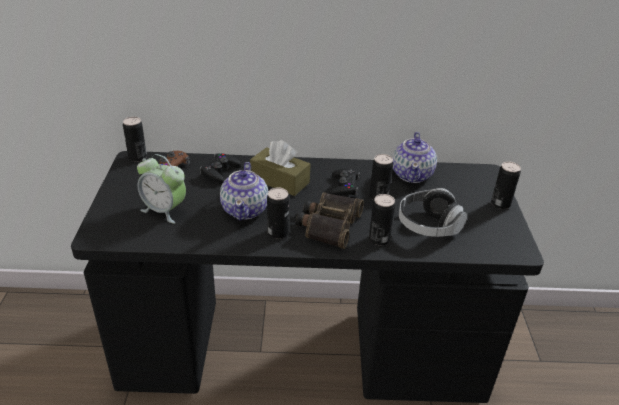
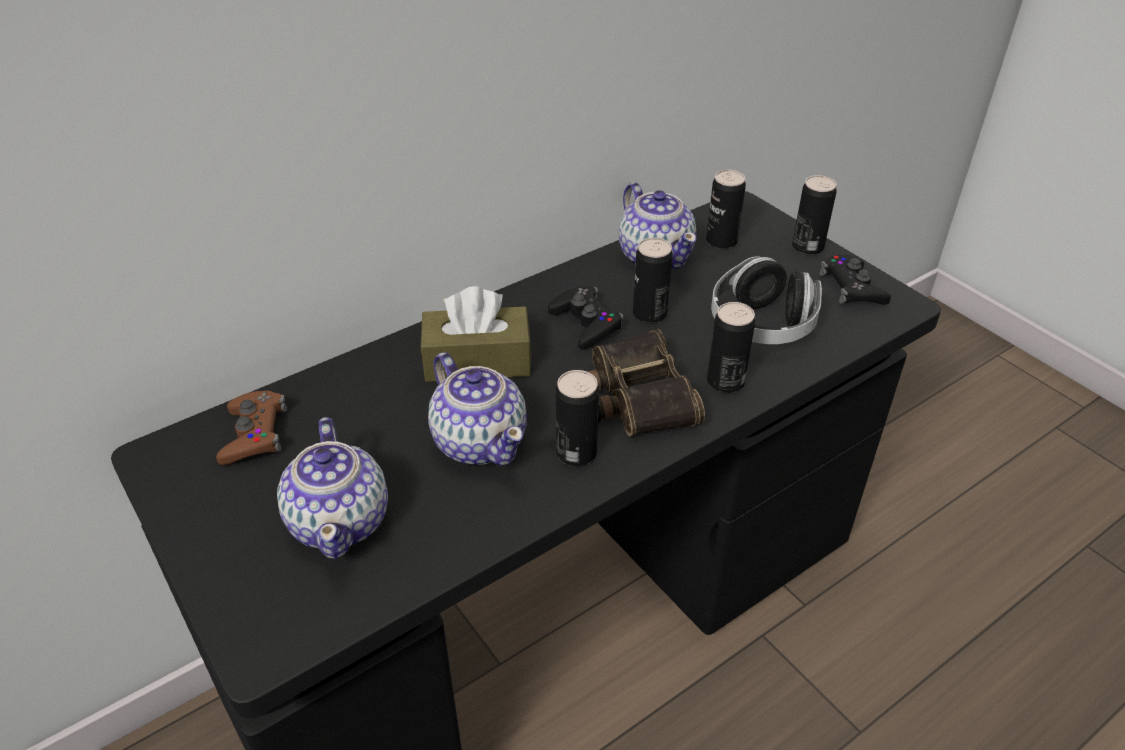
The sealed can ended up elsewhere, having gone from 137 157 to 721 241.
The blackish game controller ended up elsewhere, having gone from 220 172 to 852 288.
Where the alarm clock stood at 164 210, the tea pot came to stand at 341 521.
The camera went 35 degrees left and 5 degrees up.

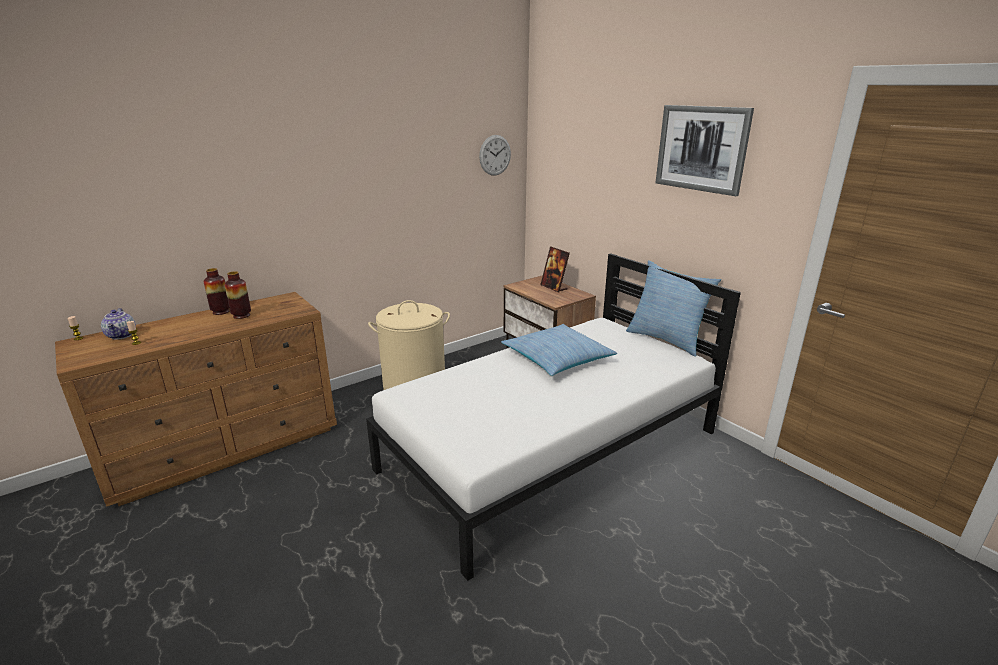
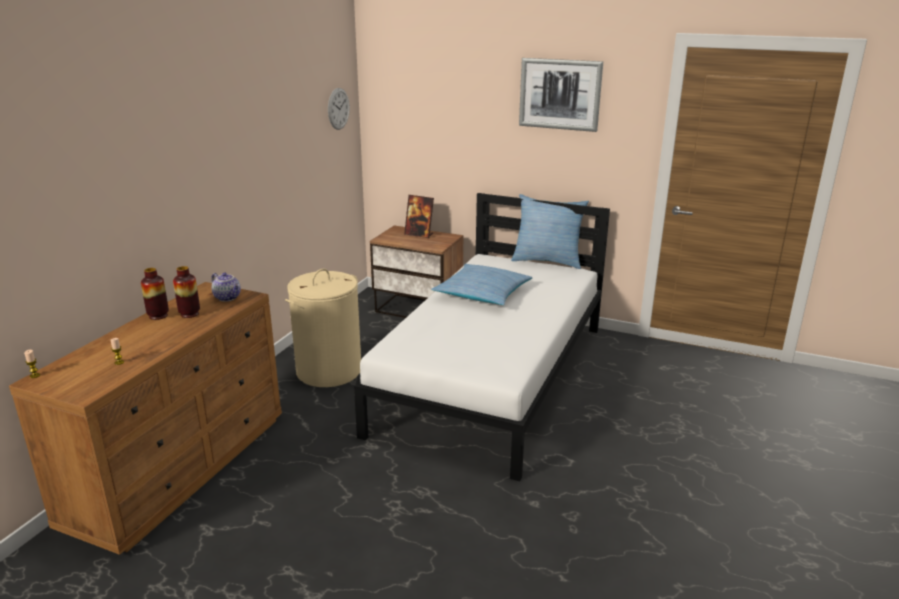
The tea pot ended up elsewhere, having gone from 122 335 to 228 297.
The camera went 30 degrees left and 0 degrees up.

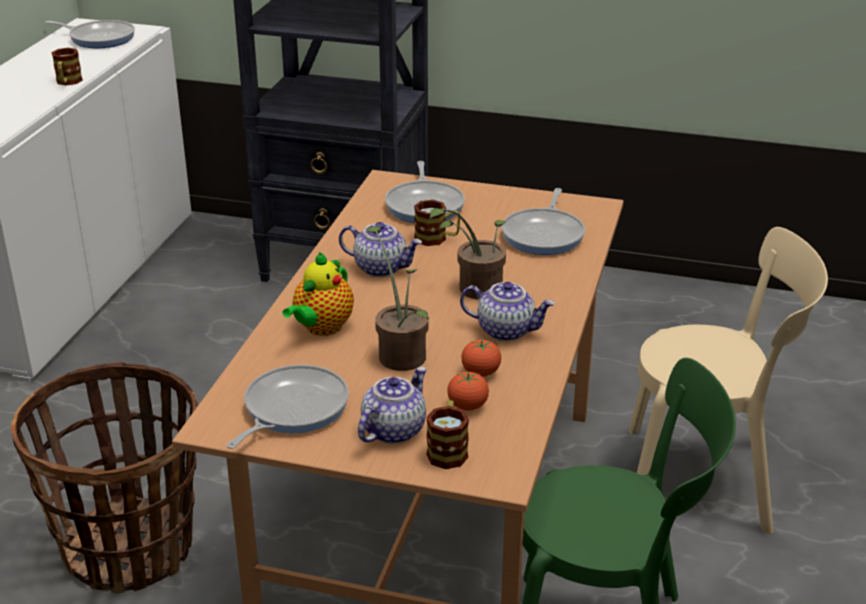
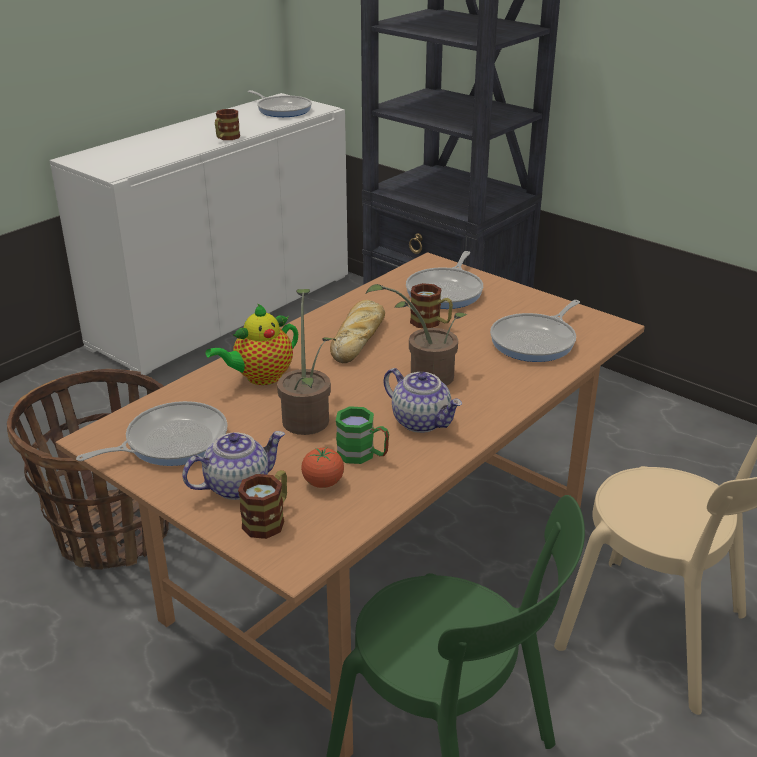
Where the tea pot stood at 381 268, the bread came to stand at 358 337.
Where the fresh tomato stood at 480 373, the green-coloured mug came to stand at 363 455.
The camera went 25 degrees right and 0 degrees up.

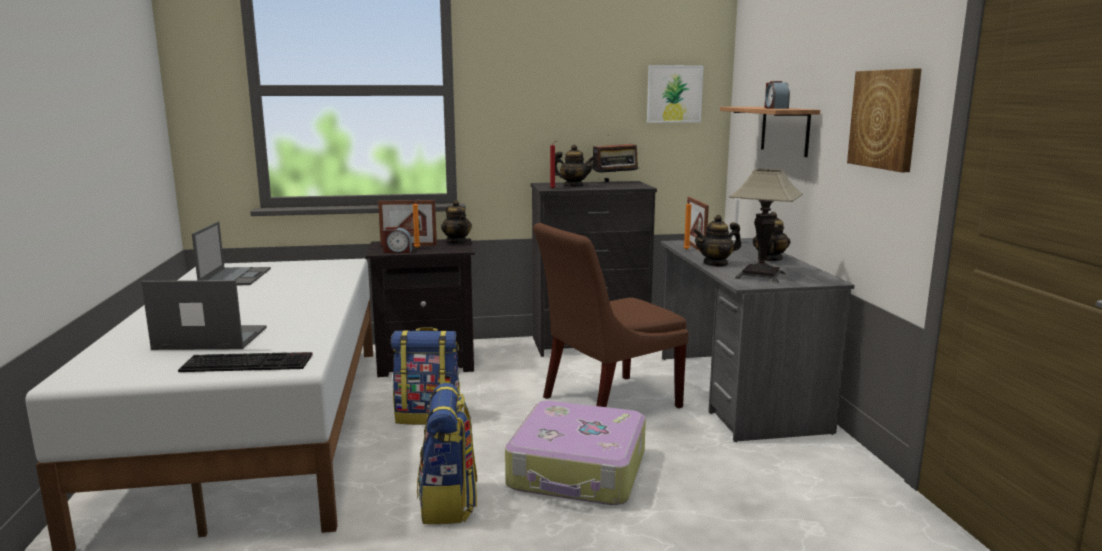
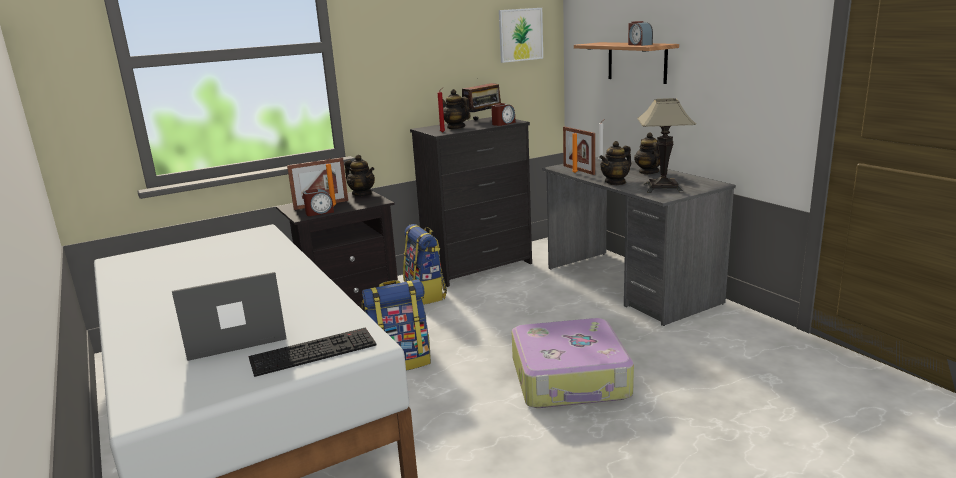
The second view lost the picture at 885 119.
The tea pot at 573 186 ended up facing another way, 135 degrees counterclockwise from before.
The second view lost the portable computer at 235 277.
The second view lost the brownish plain chair at 605 403.
The knapsack ended up elsewhere, having gone from 449 503 to 426 294.
The second view gained the alarm clock at 503 123.
The camera went 20 degrees left and 5 degrees up.

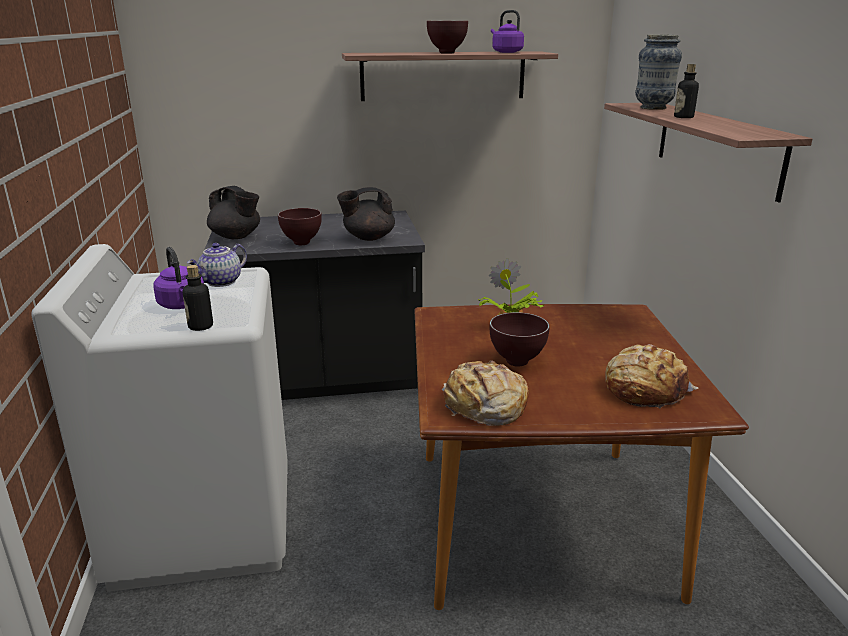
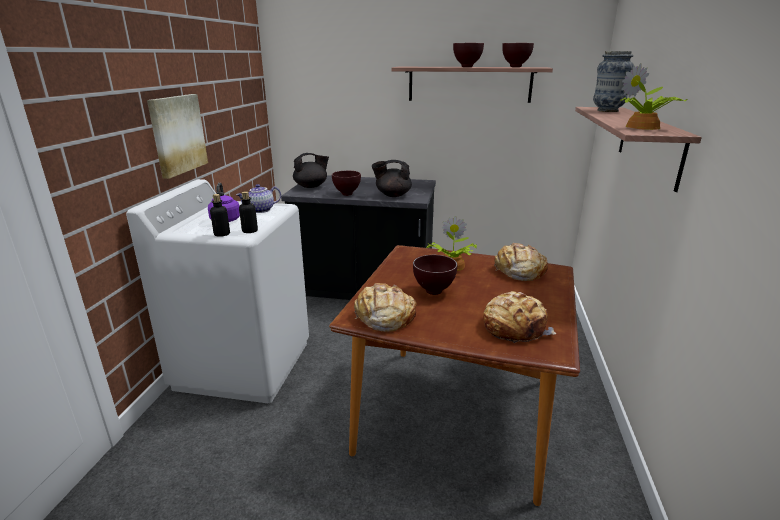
Where the purplish water kettle stood at 506 52, the brownish serving bowl came to stand at 515 67.
The beverage bottle ended up elsewhere, having gone from 683 117 to 250 231.
The blackish tea pot at 236 237 ended up facing another way, 75 degrees counterclockwise from before.
The second view gained the plant in a pot at 643 127.
The second view gained the picture at 177 134.
The second view gained the bread at 518 271.
The camera went 20 degrees right and 0 degrees up.

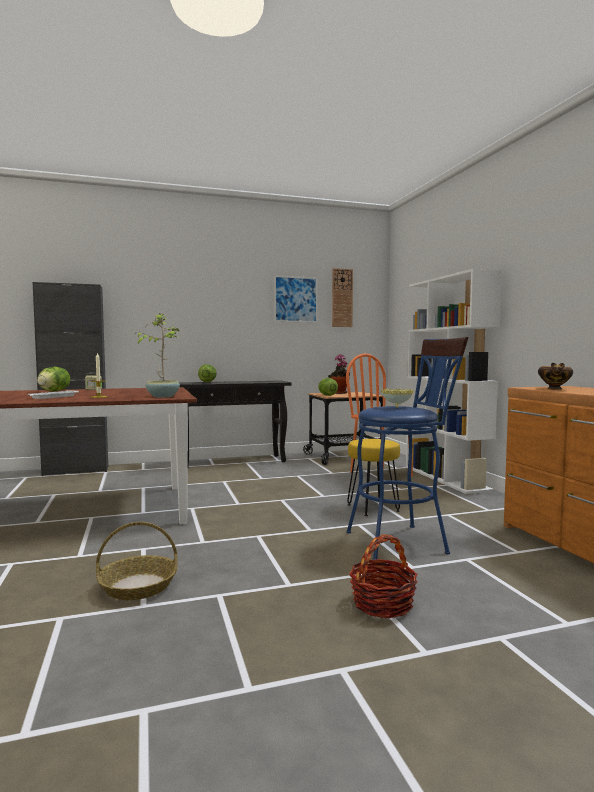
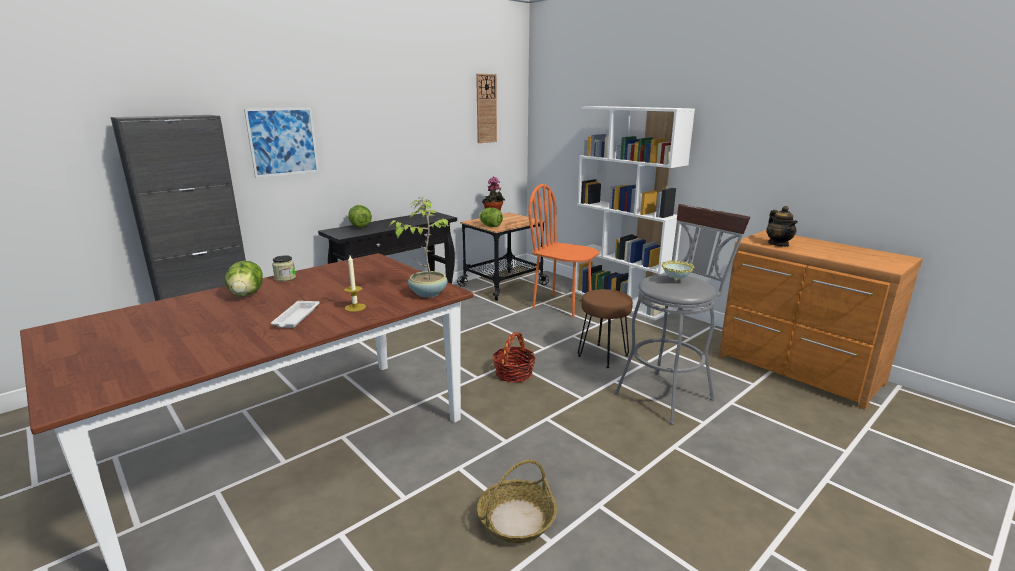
The picture ended up elsewhere, having gone from 295 299 to 283 141.
What was the blue stool at 403 541 turned into the greyish stool at 668 393.
Where the serving bowl stood at 555 389, the tea pot came to stand at 778 244.
What was the yellowish stool at 373 508 turned into the brownish stool at 603 355.
The storage basket ended up elsewhere, having gone from 382 604 to 514 374.
The camera went 25 degrees left and 15 degrees up.

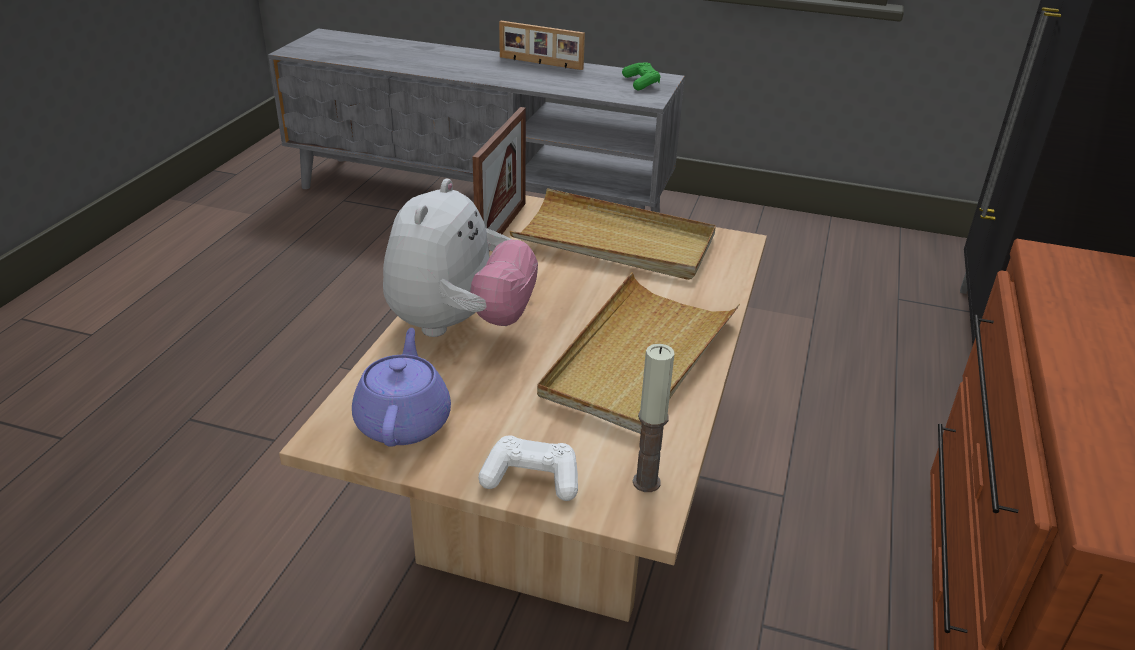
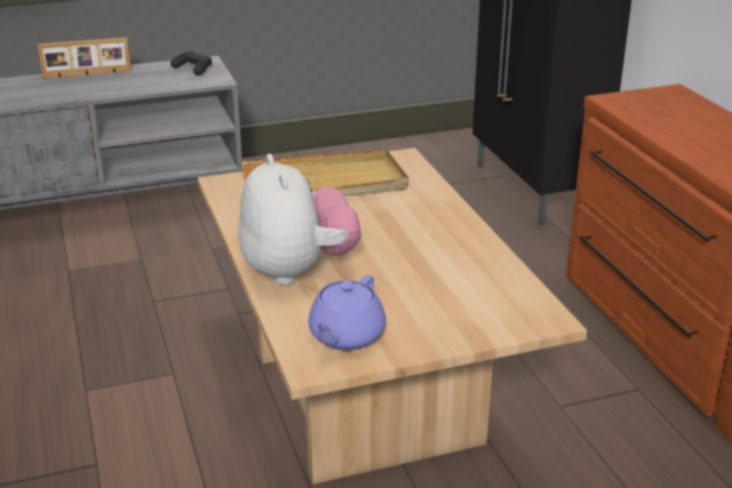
What was the green-coloured game controller at 641 83 turned into the blackish game controller at 193 69.
The second view lost the picture frame at 502 230.
The second view lost the sand-coloured tray at 639 357.
The purplish tea pot at 404 421 ended up facing another way, 120 degrees counterclockwise from before.
The second view lost the wax candle at 646 482.
The second view lost the white game controller at 531 478.
The camera went 35 degrees left and 5 degrees down.

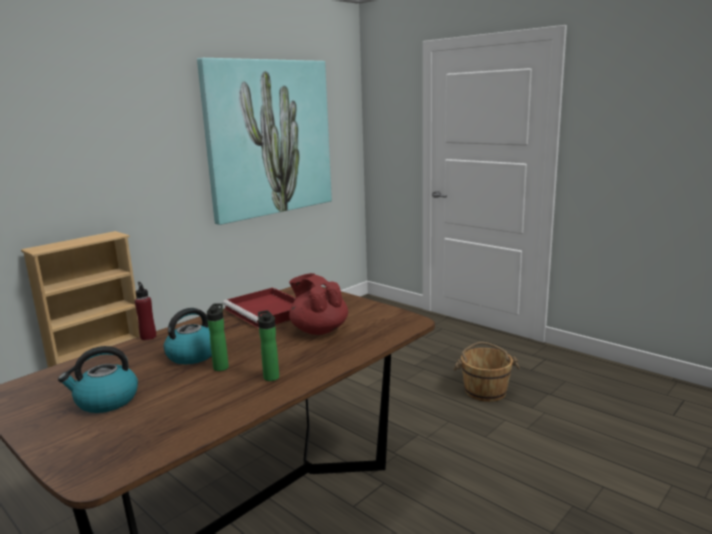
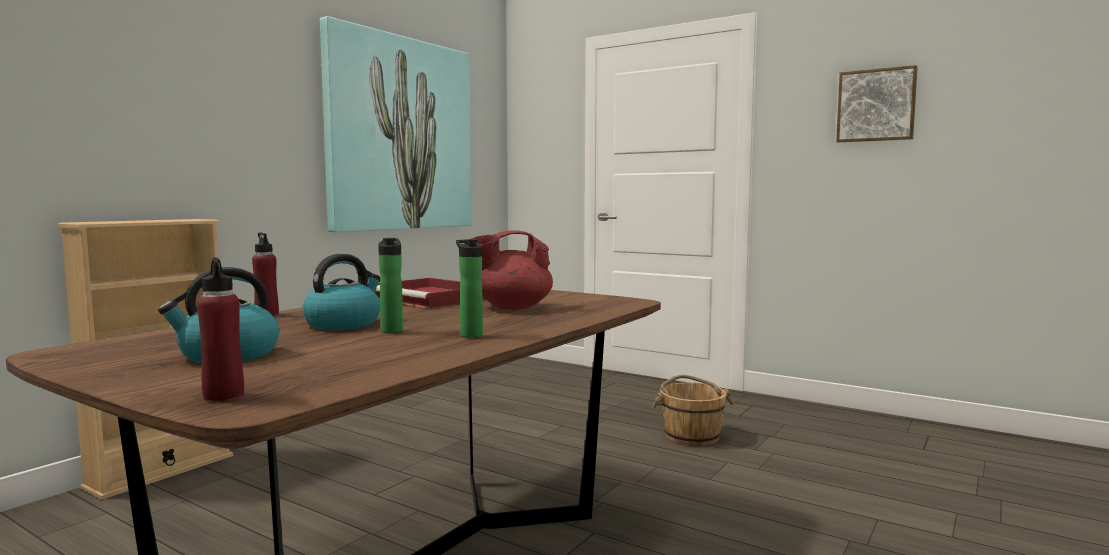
The reddish tea pot at 319 330 ended up facing another way, 60 degrees counterclockwise from before.
The second view gained the picture at 876 105.
The second view gained the reddish beverage bottle at 223 396.
The camera went 10 degrees left and 10 degrees down.

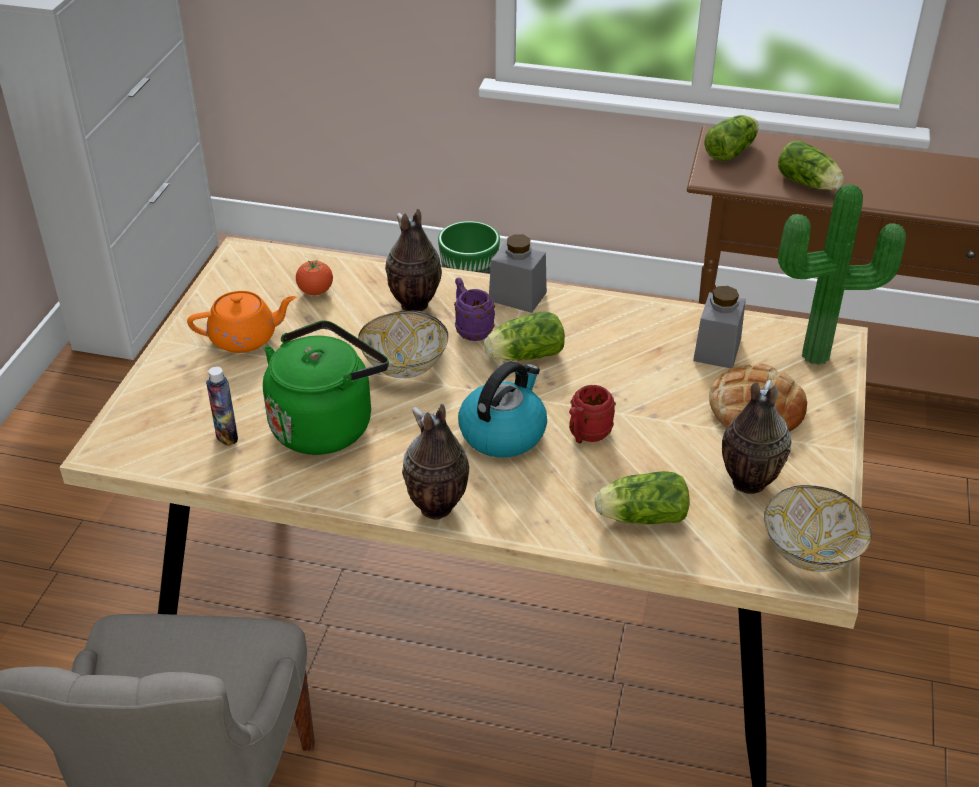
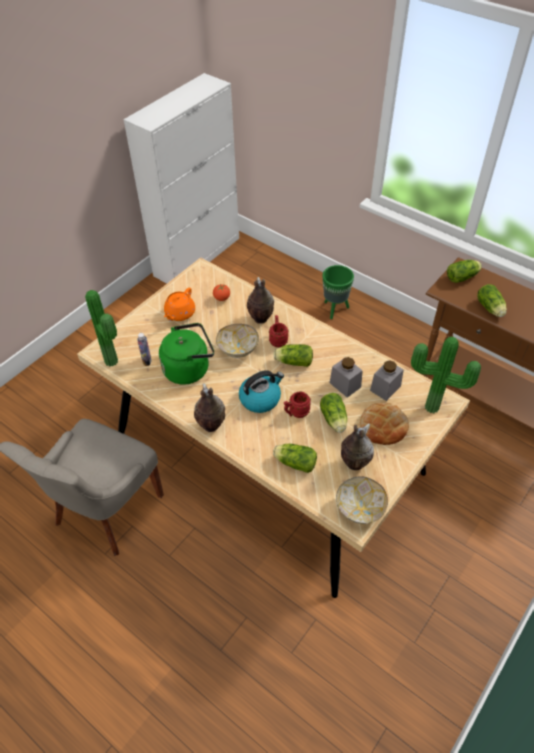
The greyish storage jar ended up elsewhere, having gone from 517 296 to 345 385.
What was the purplish mug at 471 329 turned into the reddish mug at 278 340.
The orange tea pot at 245 338 ended up facing another way, 105 degrees clockwise from before.
The second view gained the plant in a pot at 113 360.
The second view gained the lettuce at 334 420.
The camera went 25 degrees right and 10 degrees up.

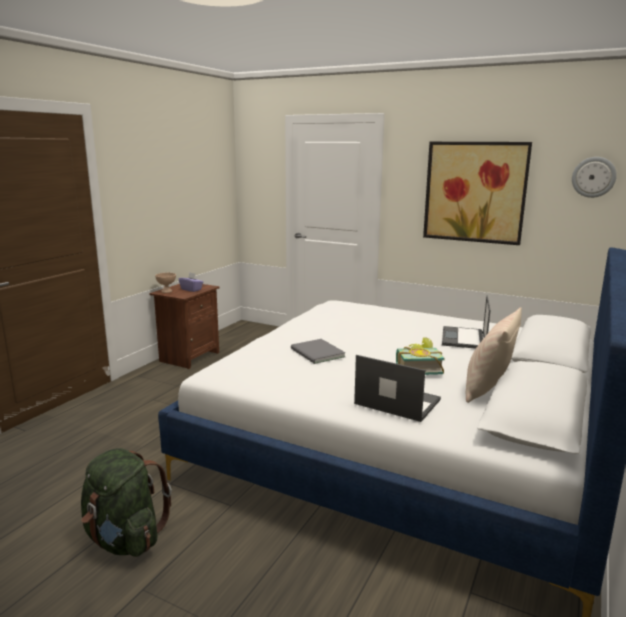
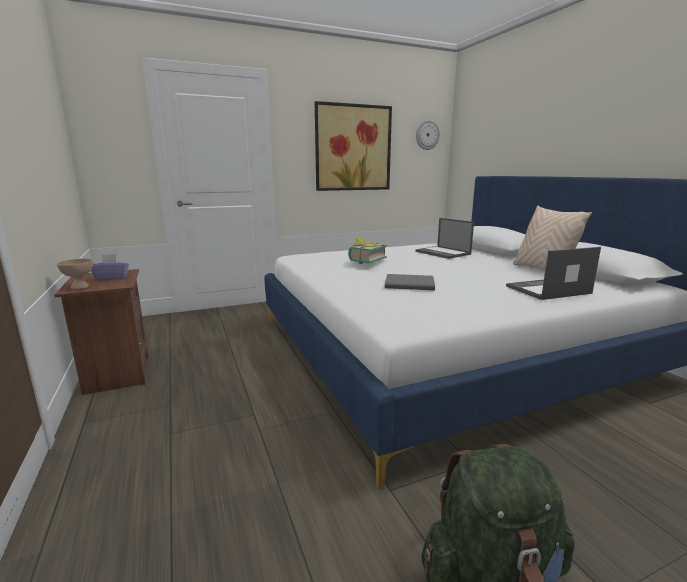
The book ended up elsewhere, having gone from 417 369 to 364 260.
The camera went 50 degrees left and 0 degrees up.

